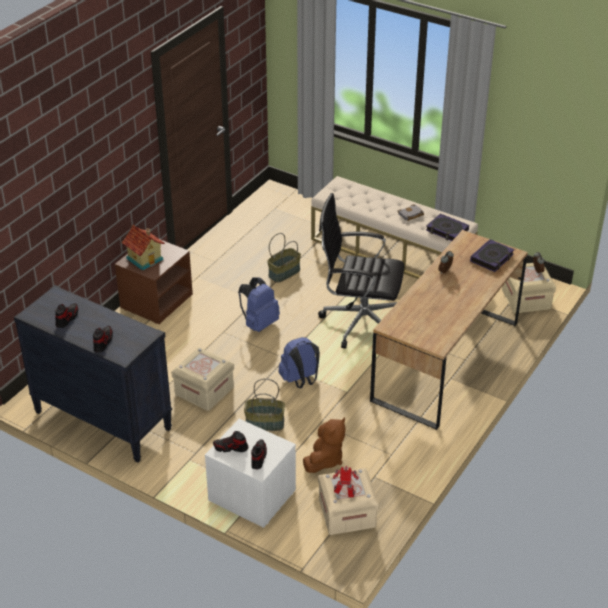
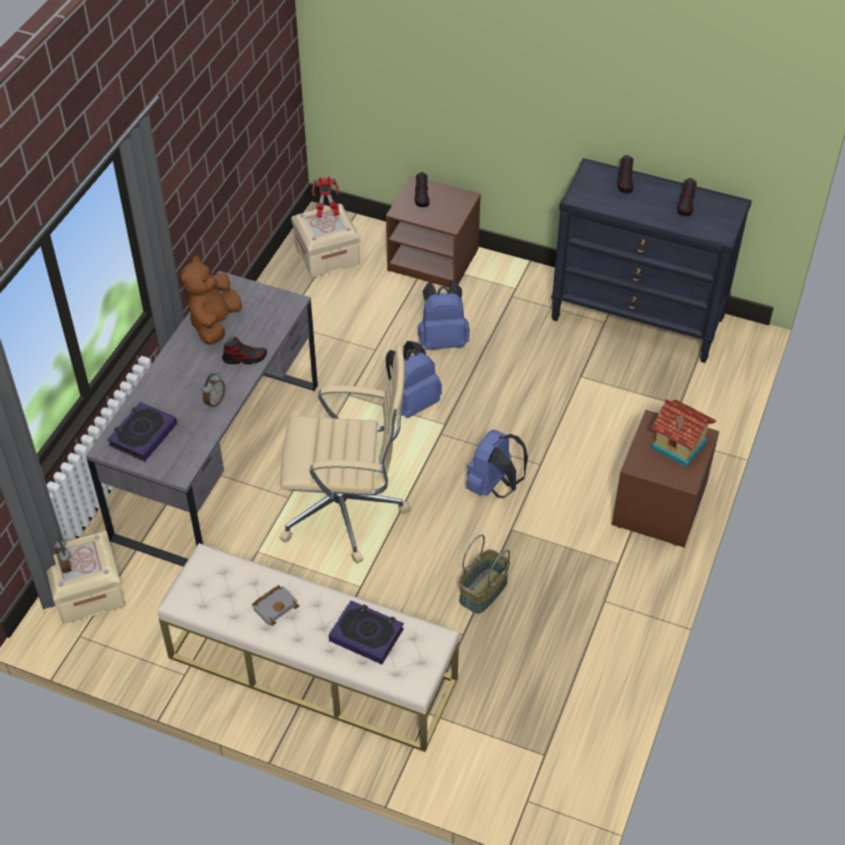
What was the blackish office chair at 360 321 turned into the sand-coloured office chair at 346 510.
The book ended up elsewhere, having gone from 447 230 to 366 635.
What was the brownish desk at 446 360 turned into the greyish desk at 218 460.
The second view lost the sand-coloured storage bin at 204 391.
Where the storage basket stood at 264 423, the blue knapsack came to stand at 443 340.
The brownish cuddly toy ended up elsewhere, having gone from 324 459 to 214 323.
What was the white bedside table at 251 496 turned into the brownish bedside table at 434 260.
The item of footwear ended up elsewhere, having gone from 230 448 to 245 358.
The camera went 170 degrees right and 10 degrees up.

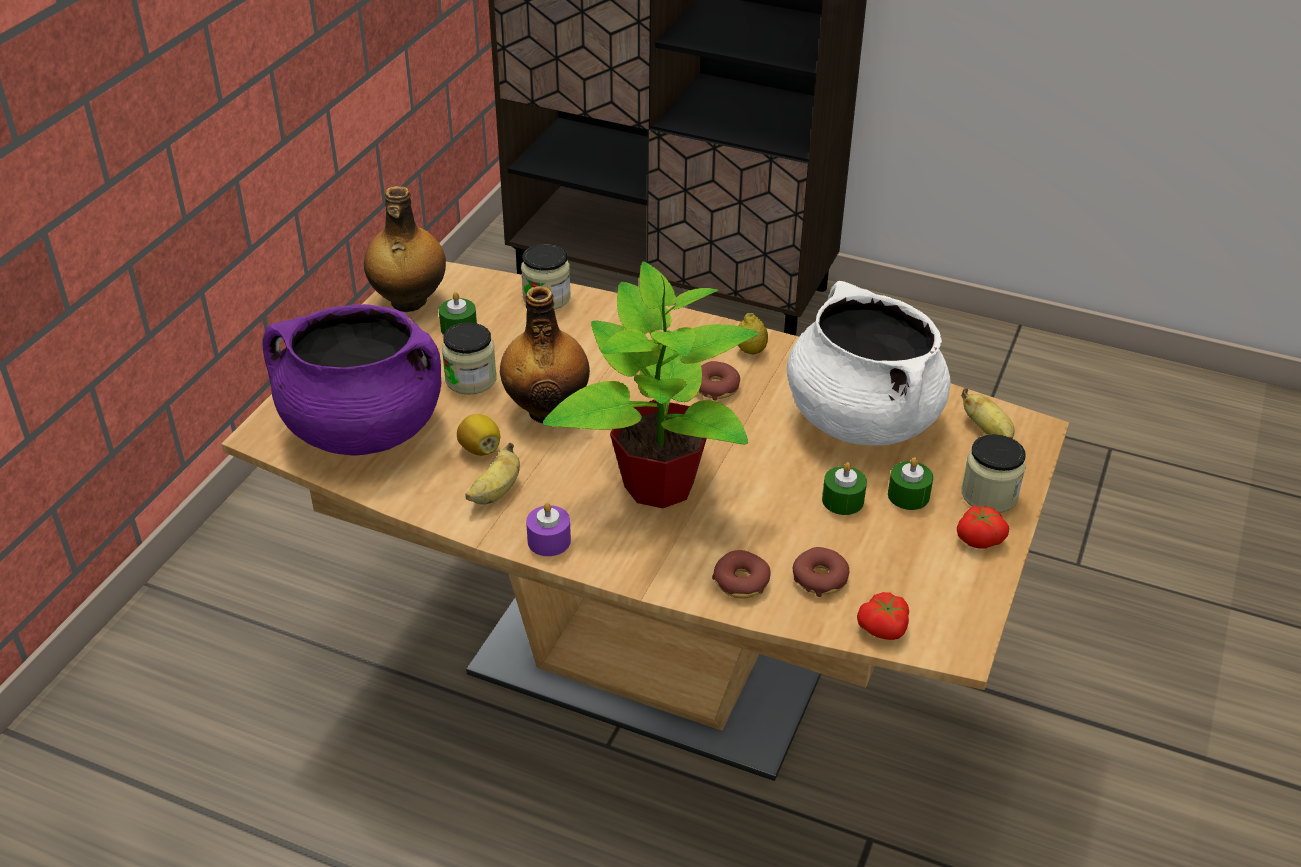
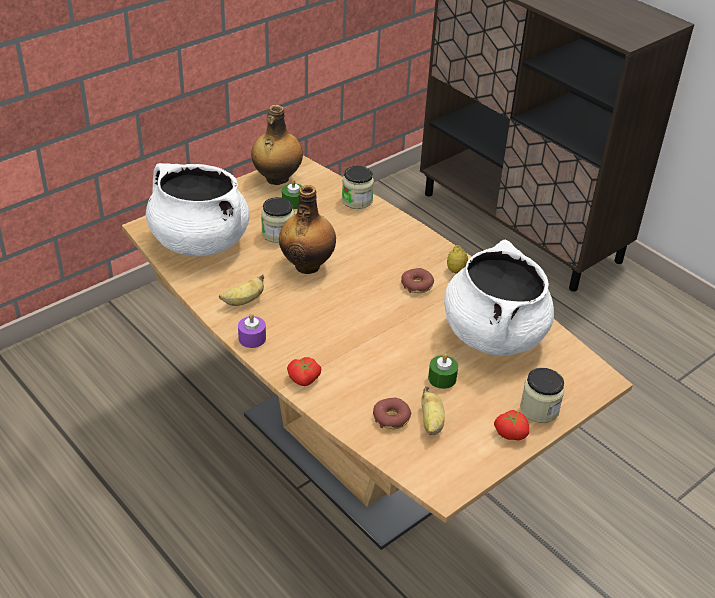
The second view lost the plant in a pot at 657 483.
What was the purplish cooking pot at 363 429 turned into the white cooking pot at 199 242.
The whole banana ended up elsewhere, having gone from 988 432 to 431 423.
The second view lost the whole lemon at 480 449.
The second view lost the green-coloured wax candle at 908 495.
The second view lost the doughnut at 741 581.
The fresh tomato ended up elsewhere, having gone from 884 629 to 304 379.
The camera went 25 degrees right and 0 degrees up.

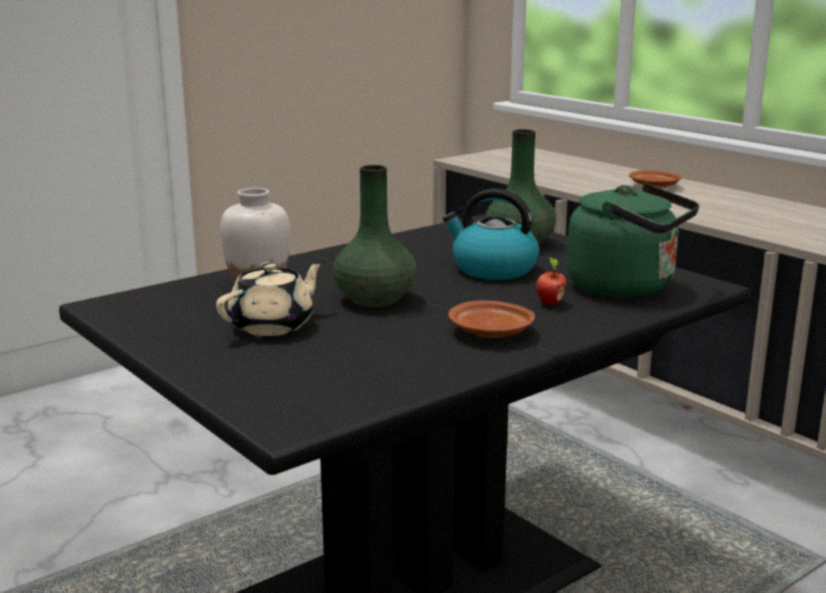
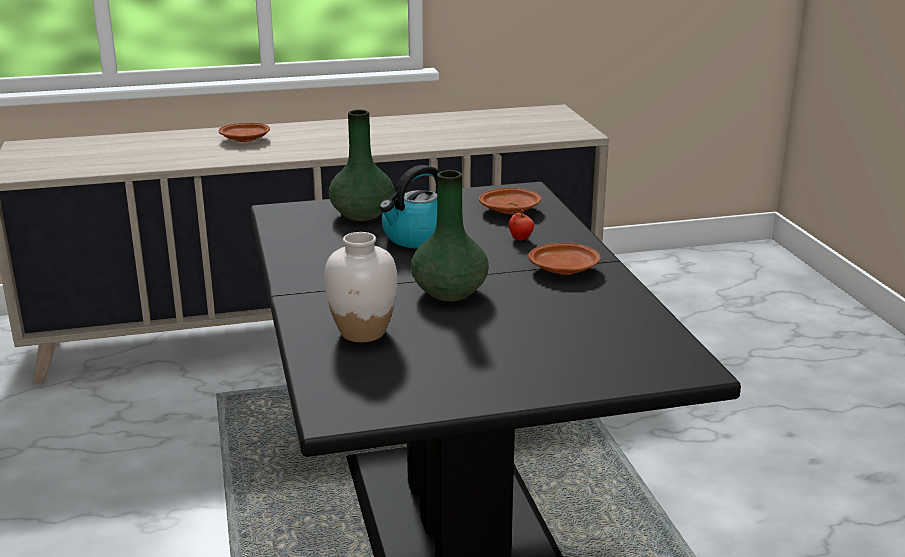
Where the green-coloured water kettle stood at 627 288, the brownish plate came to stand at 510 210.
The second view lost the sand-coloured tea pot at 273 326.
The camera went 65 degrees left and 5 degrees up.

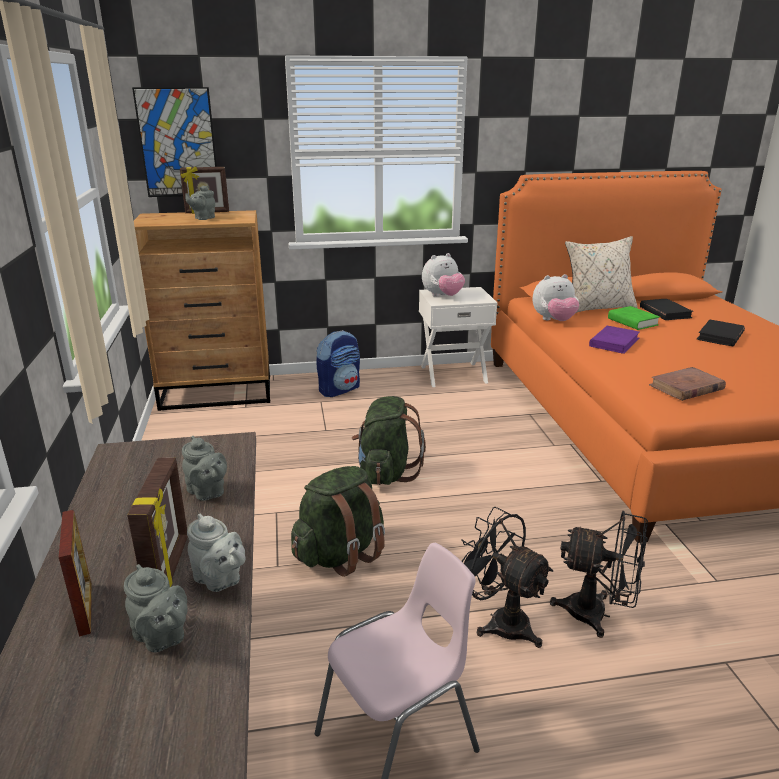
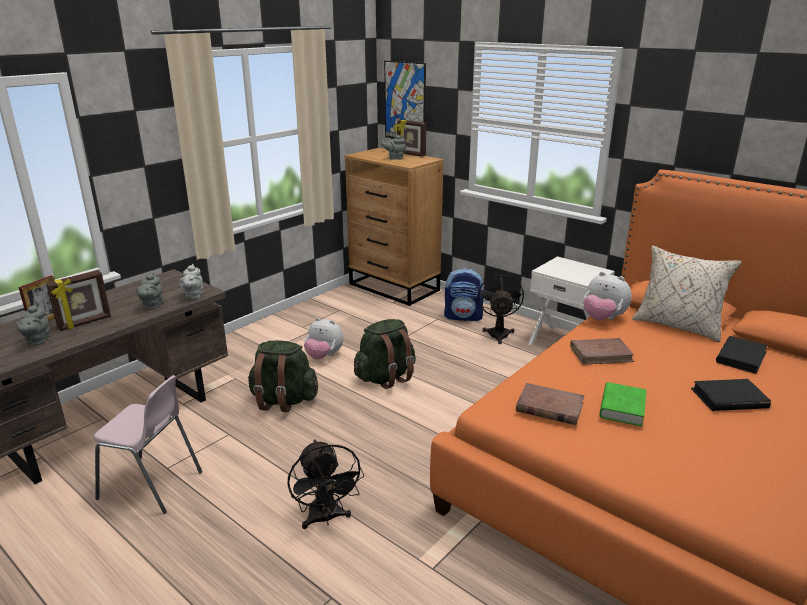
The cuddly toy ended up elsewhere, having gone from 442 296 to 324 356.
The green-coloured book ended up elsewhere, having gone from 632 322 to 622 408.
What was the purplish book at 614 342 turned into the brownish book at 601 354.
The blackish electric fan ended up elsewhere, having gone from 500 621 to 498 332.
The greyish tea pot ended up elsewhere, having gone from 219 580 to 193 296.
The camera went 50 degrees right and 0 degrees up.

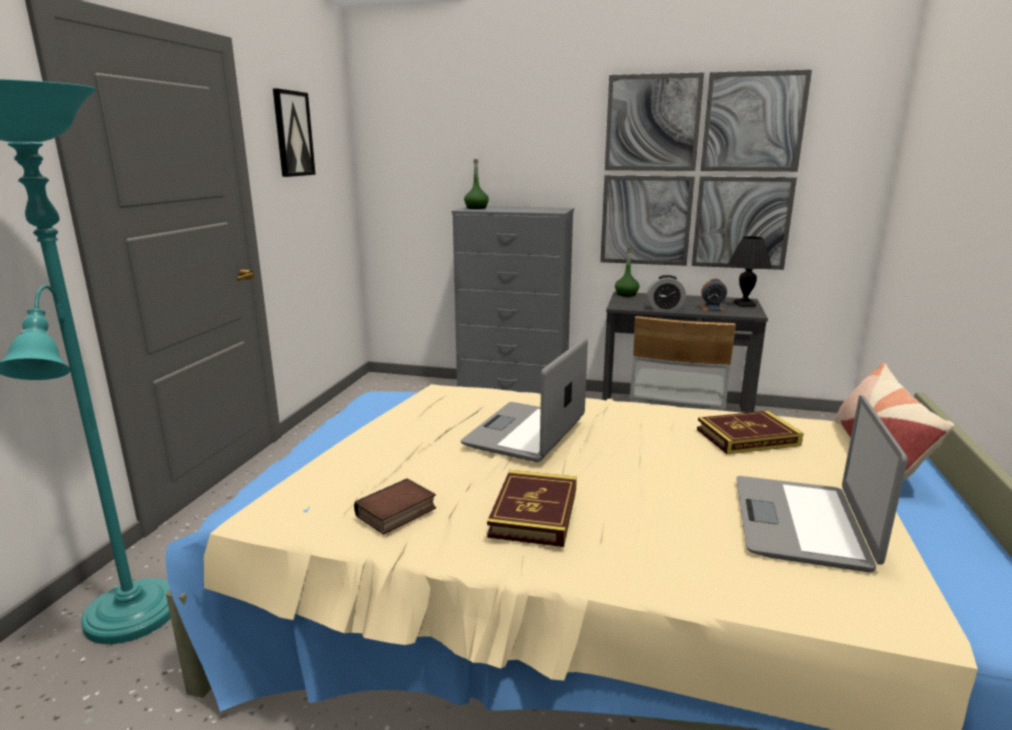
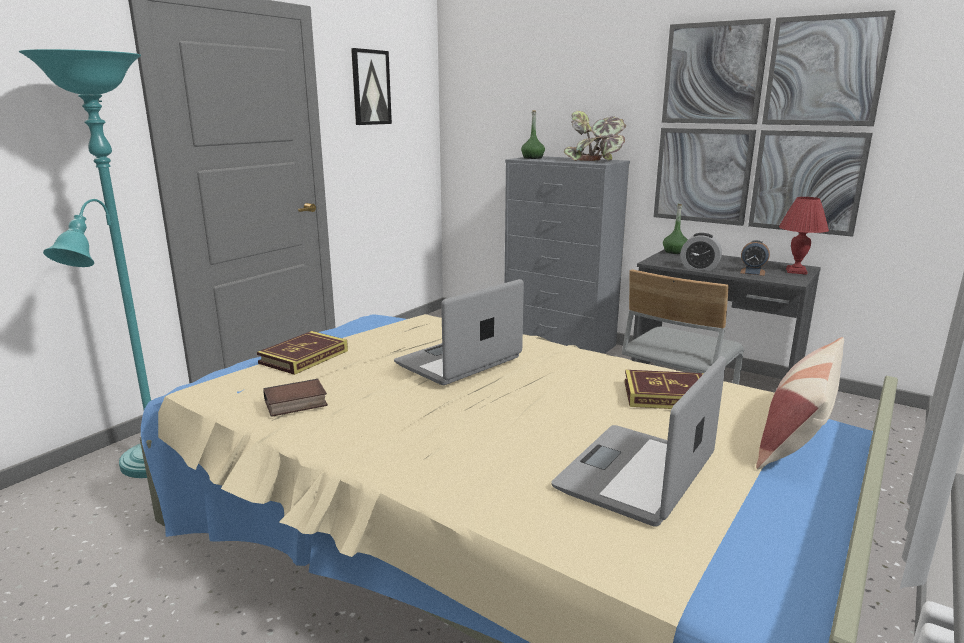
What was the blackish lamp for a table at 744 304 turned into the reddish lamp for a table at 796 271.
The book ended up elsewhere, having gone from 534 513 to 304 357.
The second view gained the plant in a pot at 595 161.
The camera went 20 degrees right and 0 degrees up.

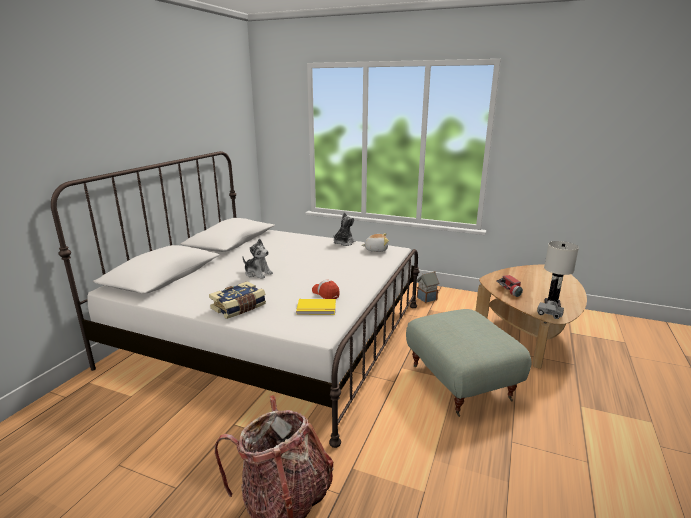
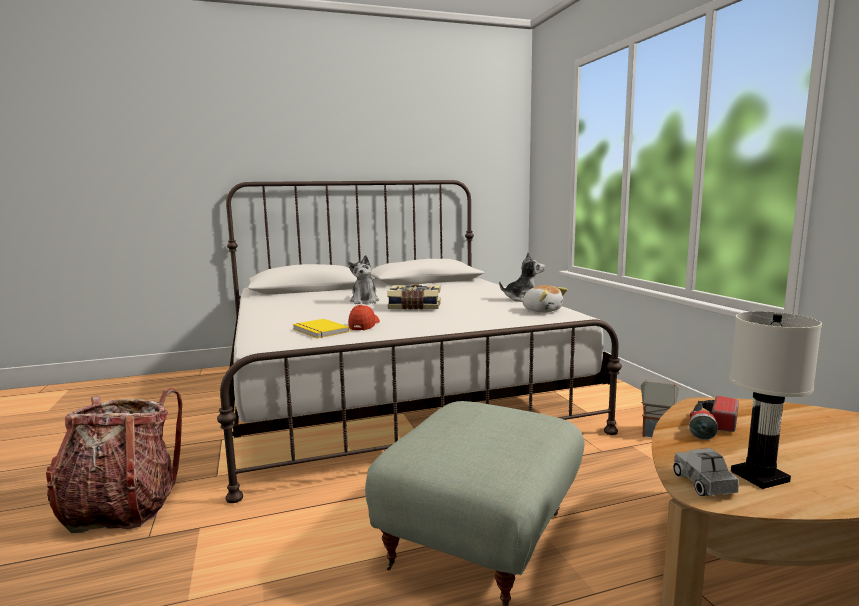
The book ended up elsewhere, having gone from 239 308 to 414 307.
The camera went 50 degrees right and 10 degrees down.

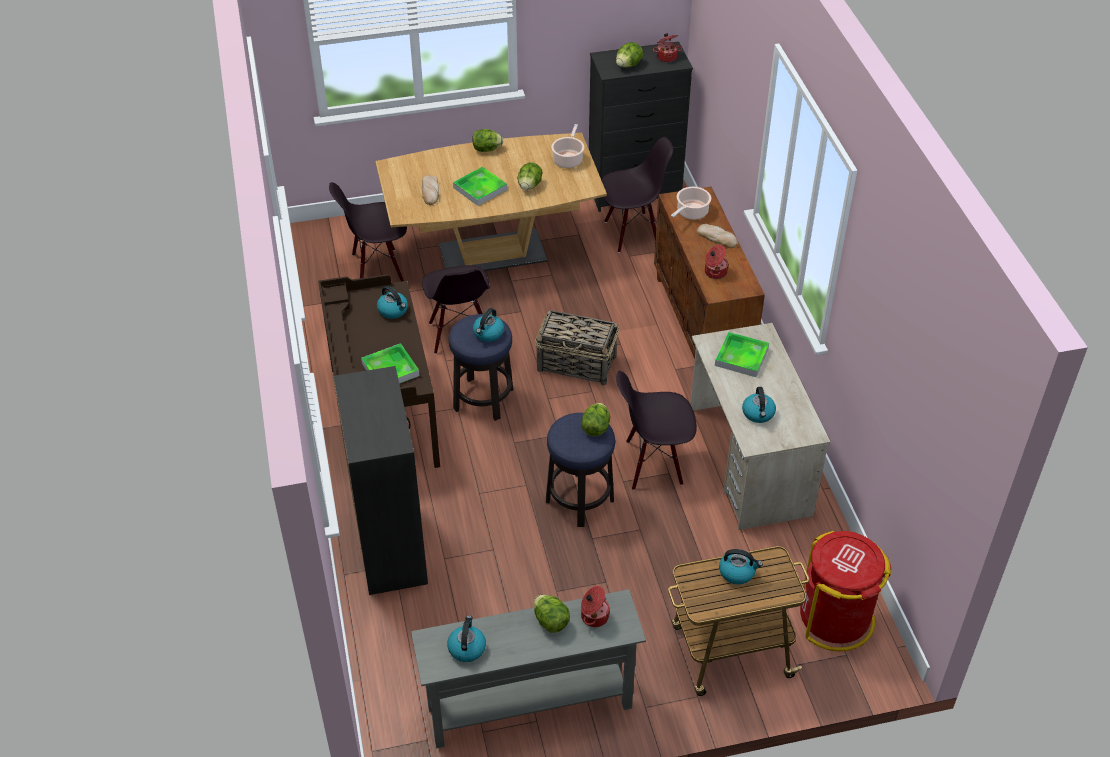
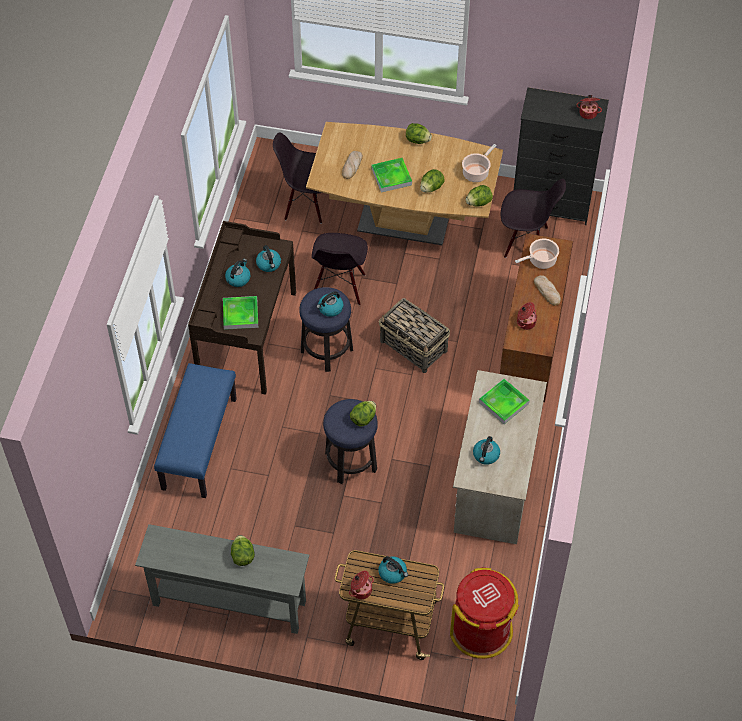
The lettuce ended up elsewhere, having gone from 628 65 to 479 202.
Where the blackish drawer chest stood at 390 545, the blue indoor bench came to stand at 199 443.
The second view lost the blackish plain chair at 653 464.
The cooking pot ended up elsewhere, having gone from 594 616 to 361 590.
The water kettle ended up elsewhere, having gone from 467 648 to 238 278.
The camera went 25 degrees right and 10 degrees up.

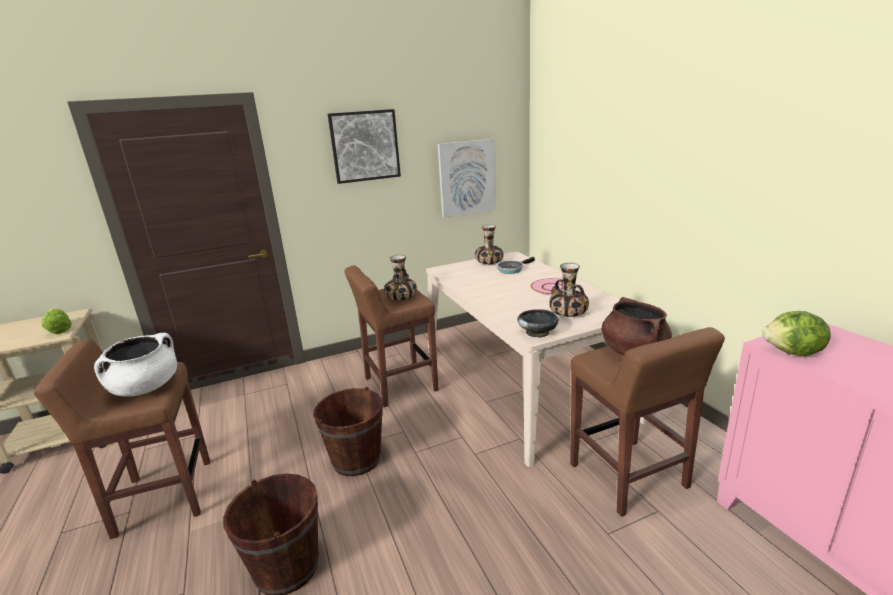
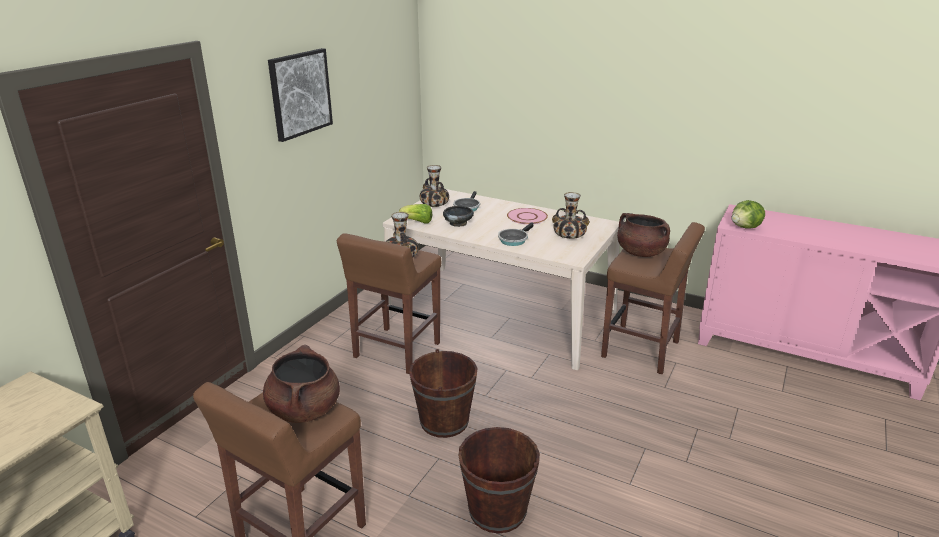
The second view lost the picture at 467 177.
The lettuce ended up elsewhere, having gone from 60 329 to 417 222.
The blackish serving bowl ended up elsewhere, having gone from 538 332 to 458 223.
What was the white cooking pot at 146 388 turned into the brownish cooking pot at 304 410.
The second view gained the frying pan at 514 239.
The camera went 40 degrees left and 5 degrees up.

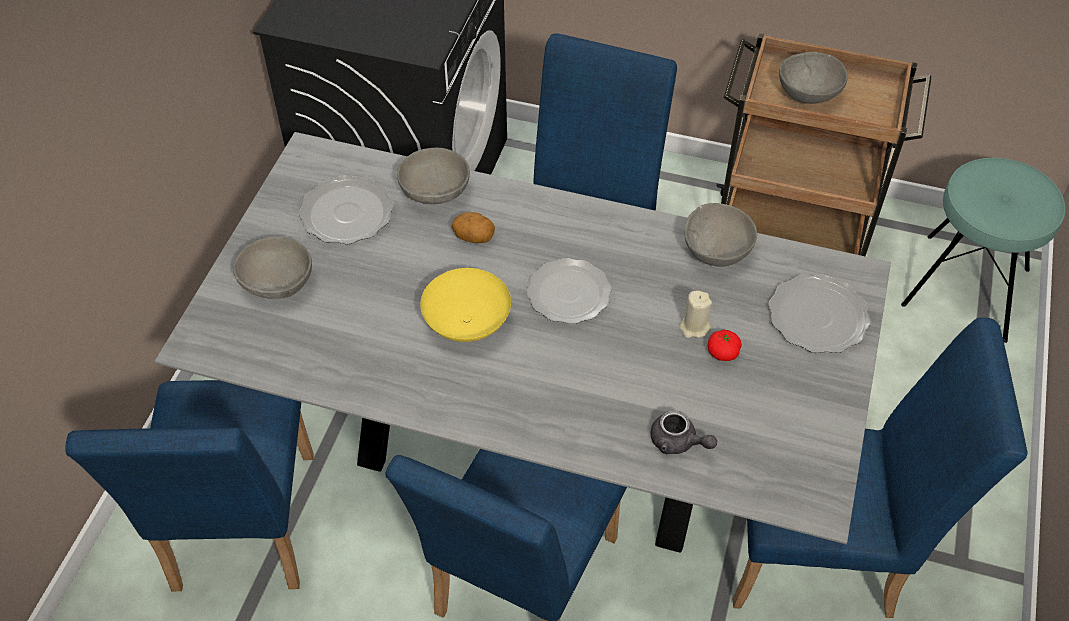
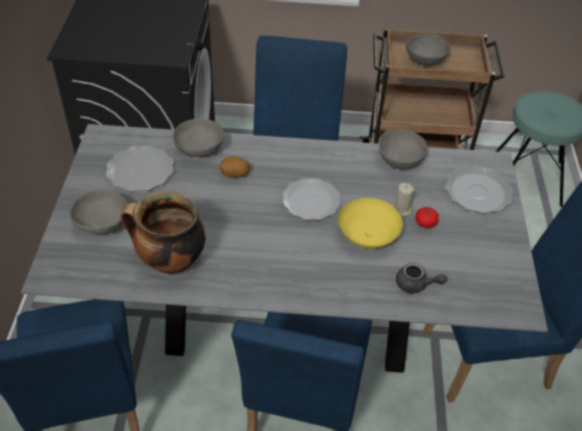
The yellowish serving bowl ended up elsewhere, having gone from 466 323 to 367 237.
The second view gained the cooking pot at 170 262.
The camera went 15 degrees left and 5 degrees down.

